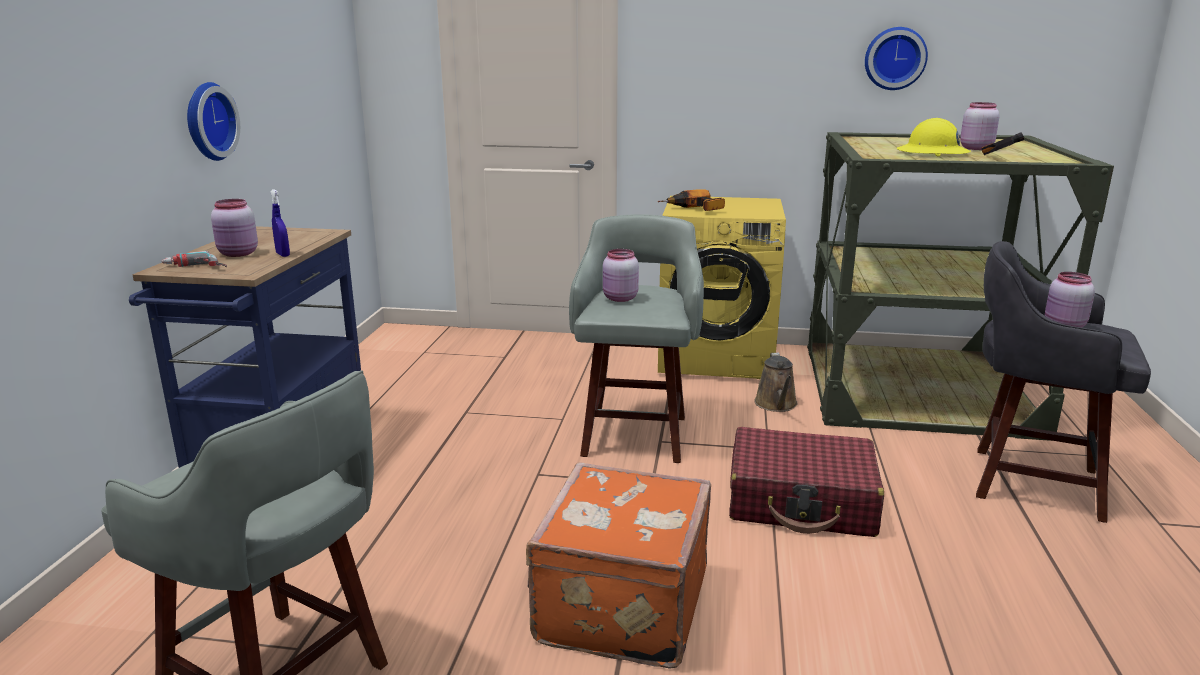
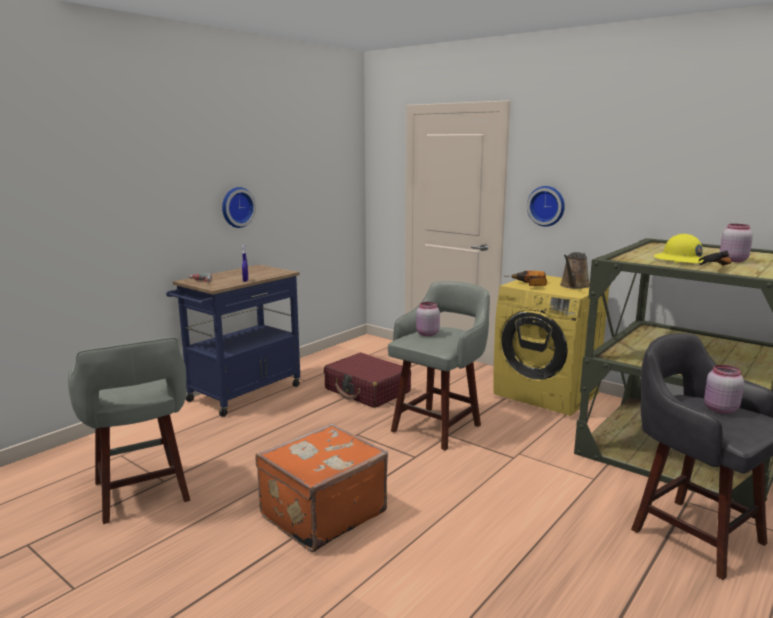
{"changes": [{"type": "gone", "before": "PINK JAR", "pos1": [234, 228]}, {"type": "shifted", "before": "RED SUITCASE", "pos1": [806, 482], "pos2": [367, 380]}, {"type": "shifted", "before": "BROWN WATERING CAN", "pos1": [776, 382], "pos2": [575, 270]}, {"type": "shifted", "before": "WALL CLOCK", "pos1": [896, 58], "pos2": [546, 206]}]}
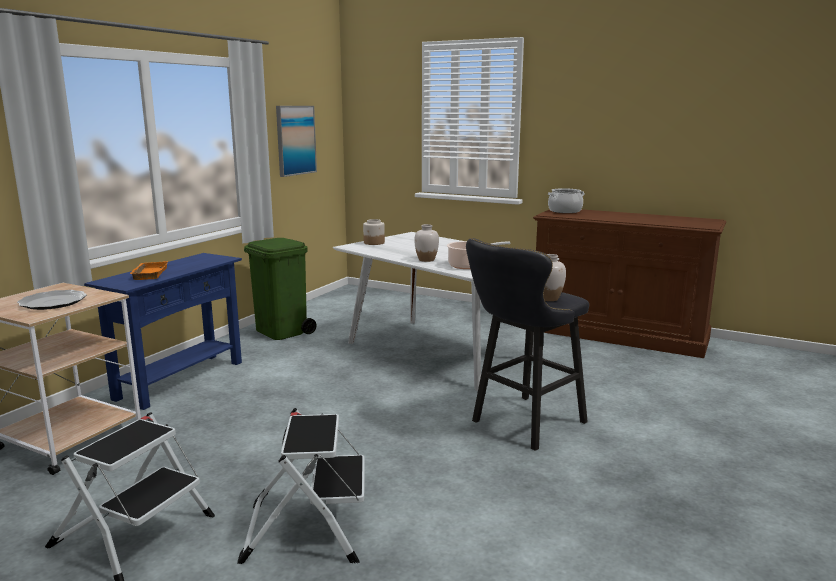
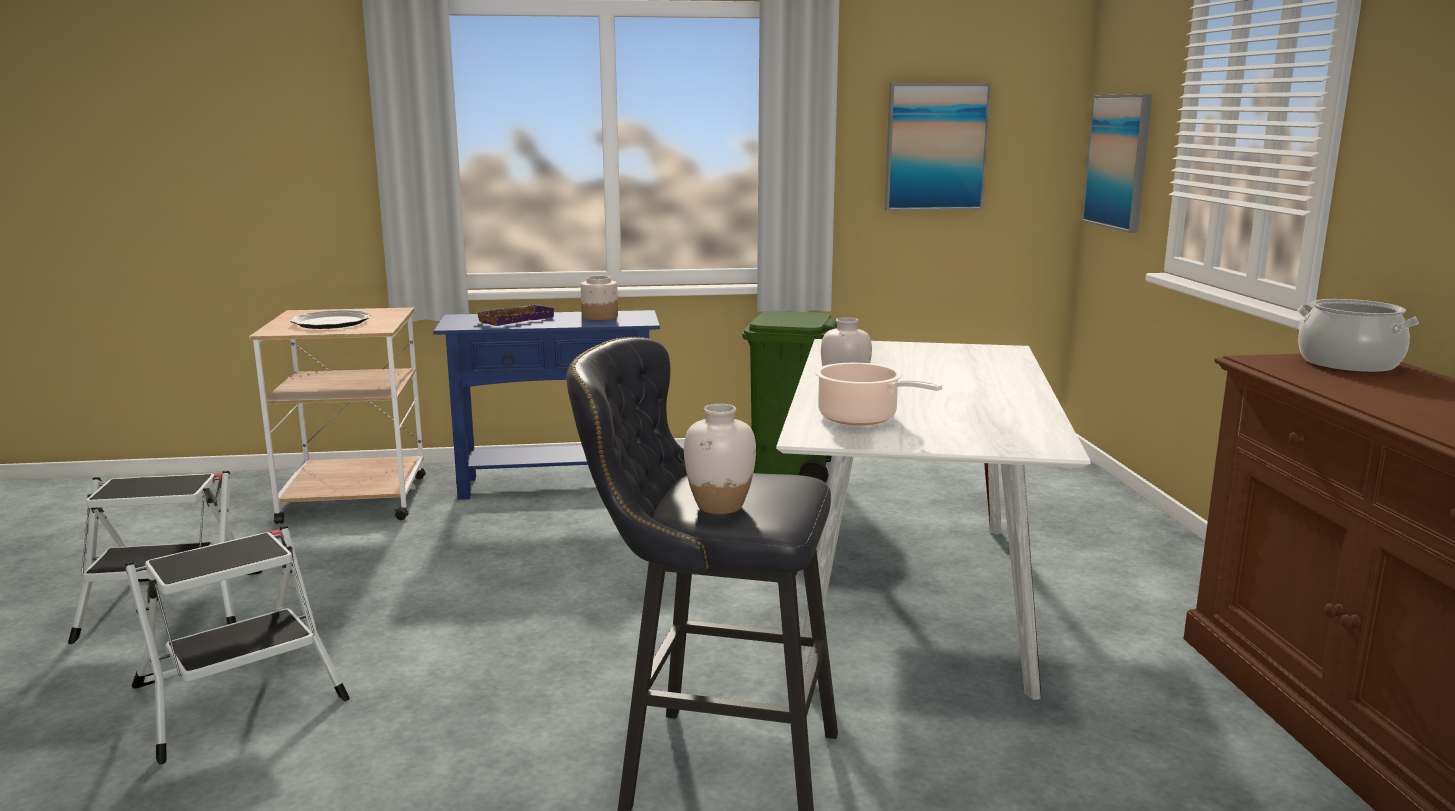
{"changes": [{"type": "new", "after": "PICTURE", "pos2": [1117, 163]}, {"type": "shifted", "before": "JAR", "pos1": [374, 232], "pos2": [599, 298]}, {"type": "repainted", "before": "ORANGE TRAY", "after": "PURPLE TRAY", "pos1": [149, 270], "pos2": [515, 315]}]}
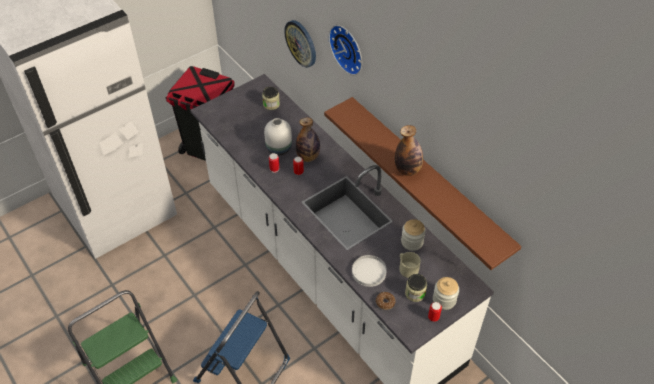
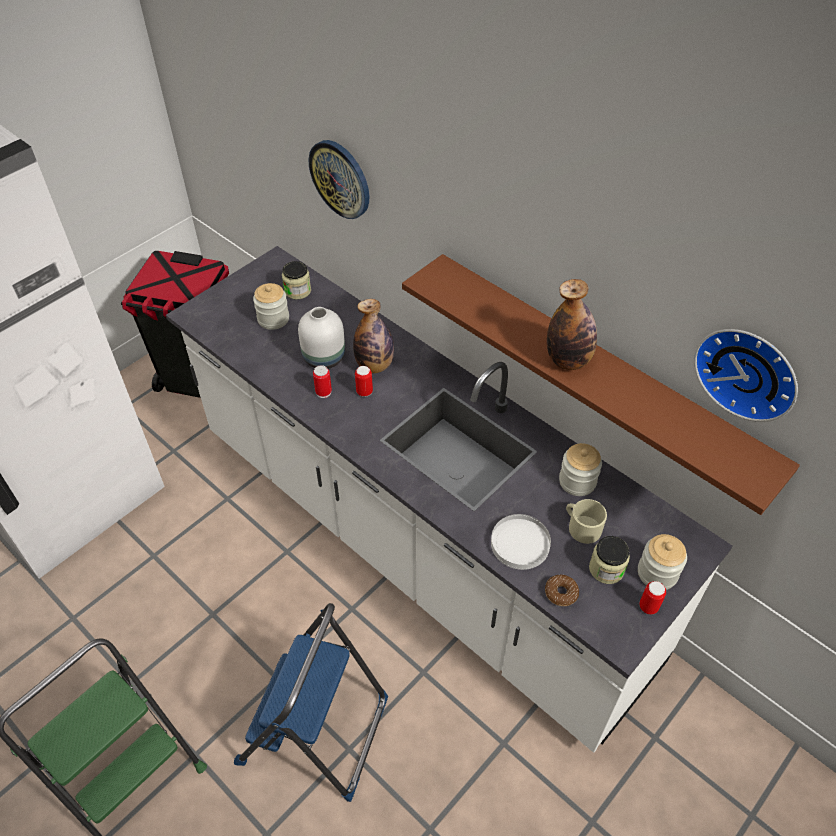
{"changes": [{"type": "new", "after": "JAR", "pos2": [271, 306]}, {"type": "shifted", "before": "WALL CLOCK", "pos1": [345, 50], "pos2": [746, 375]}]}
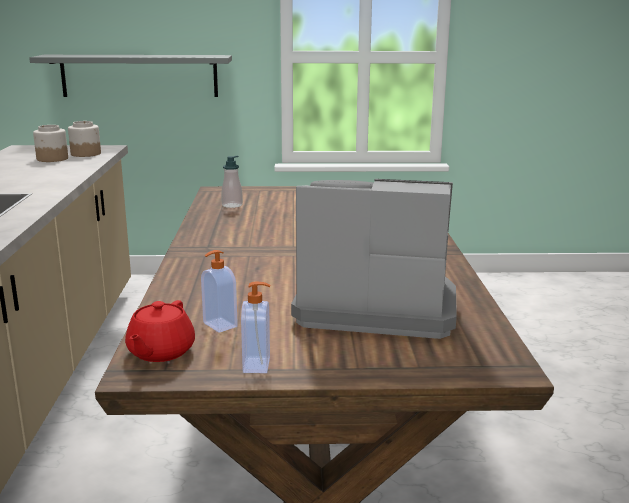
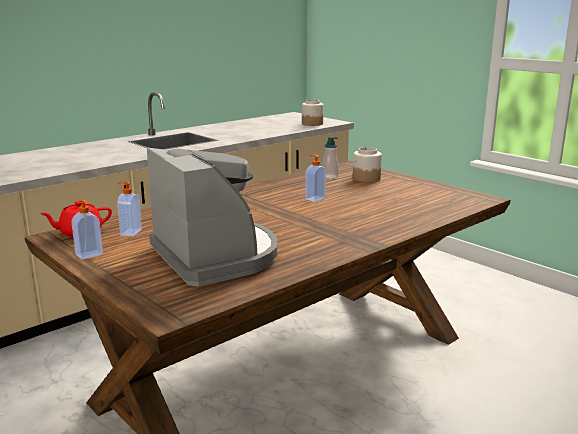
{"changes": [{"type": "gone", "before": "GREY SHELF", "pos1": [130, 76]}, {"type": "new", "after": "SOAP DISPENSER", "pos2": [315, 178]}, {"type": "shifted", "before": "JAR", "pos1": [50, 143], "pos2": [367, 164]}]}
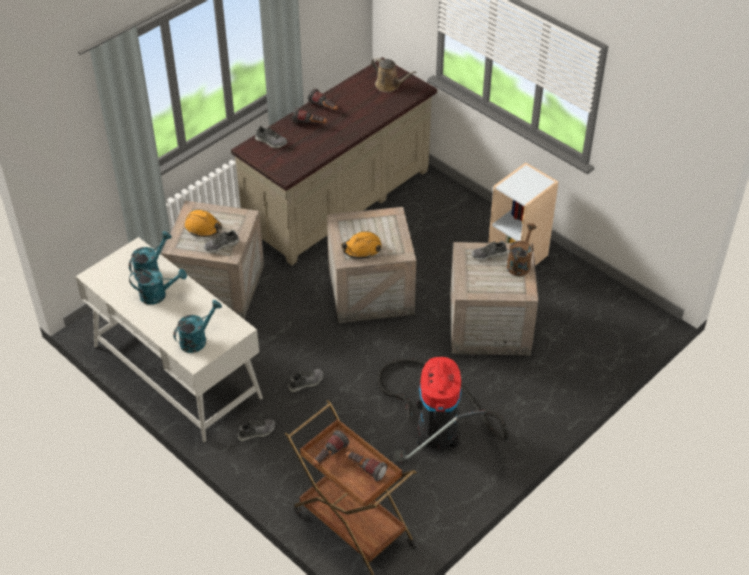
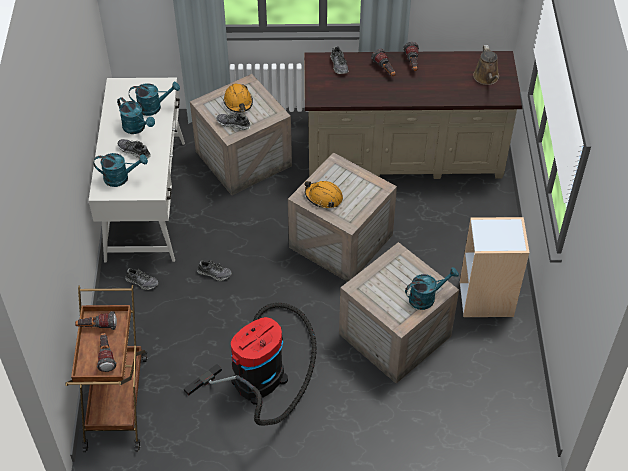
{"changes": [{"type": "shifted", "before": "SHOE", "pos1": [489, 251], "pos2": [134, 149]}, {"type": "repainted", "before": "BROWN WATERING CAN", "after": "TURQUOISE WATERING CAN", "pos1": [521, 249], "pos2": [432, 288]}]}
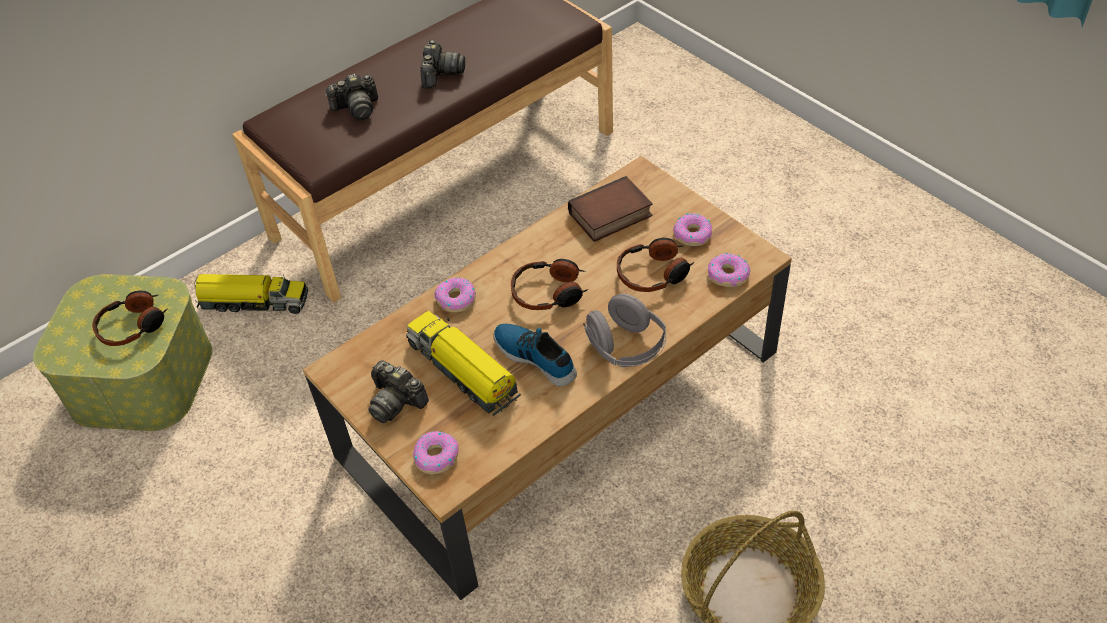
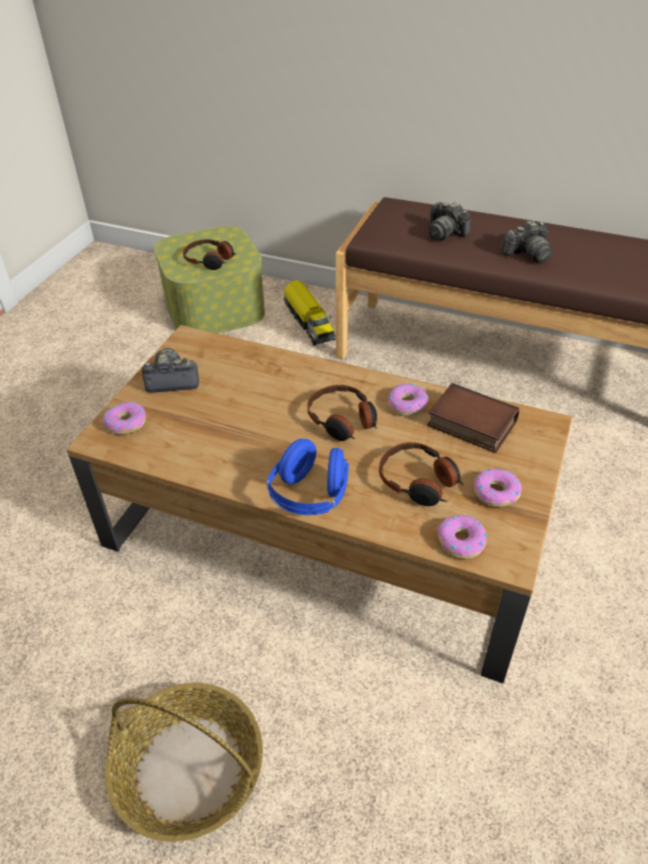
{"changes": [{"type": "gone", "before": "TOY TRUCK", "pos1": [463, 363]}, {"type": "gone", "before": "SHOE", "pos1": [535, 355]}, {"type": "shifted", "before": "DONUT", "pos1": [455, 295], "pos2": [408, 399]}, {"type": "repainted", "before": "GREY HEADPHONES", "after": "BLUE HEADPHONES", "pos1": [624, 330], "pos2": [307, 477]}, {"type": "rotated", "before": "PHOTO CAMERA", "pos1": [398, 391], "pos2": [170, 370], "turn": 75}]}
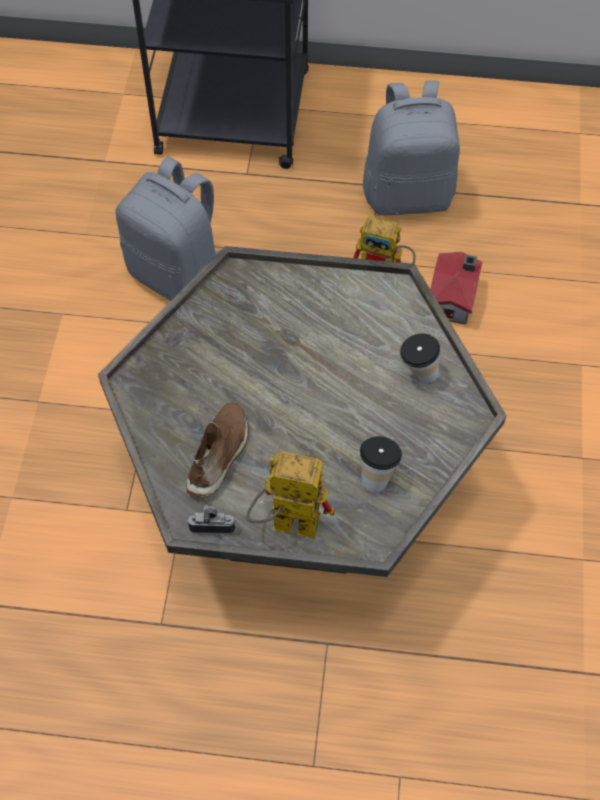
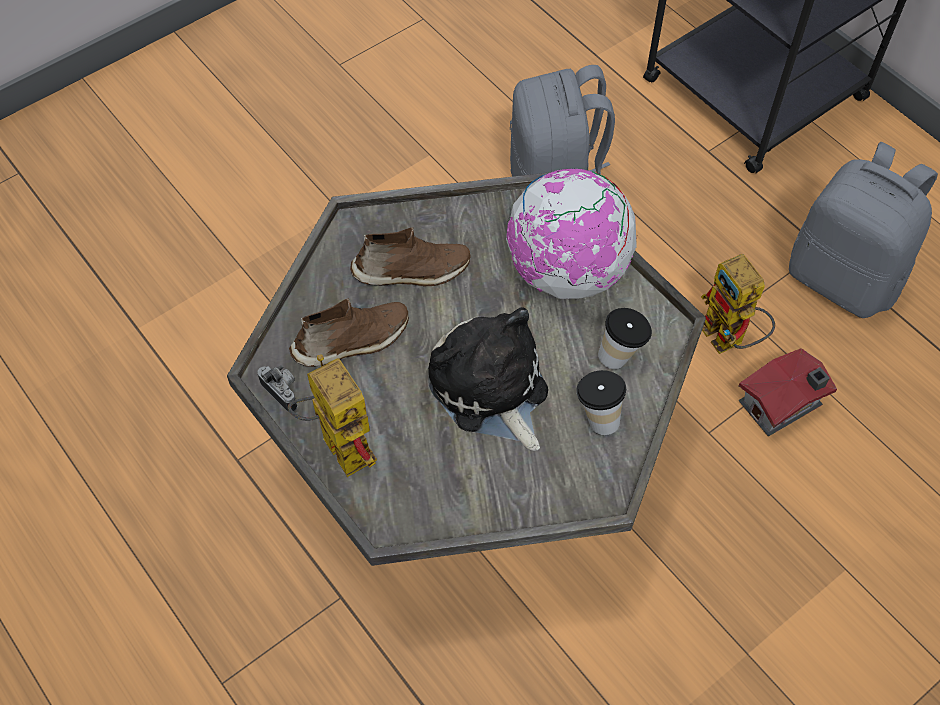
{"changes": [{"type": "new", "after": "BROWN SHOE", "pos2": [410, 257]}, {"type": "new", "after": "PLUSH TOY", "pos2": [488, 379]}, {"type": "new", "after": "GLOBE", "pos2": [571, 234]}, {"type": "shifted", "before": "CUP", "pos1": [381, 464], "pos2": [625, 338]}]}
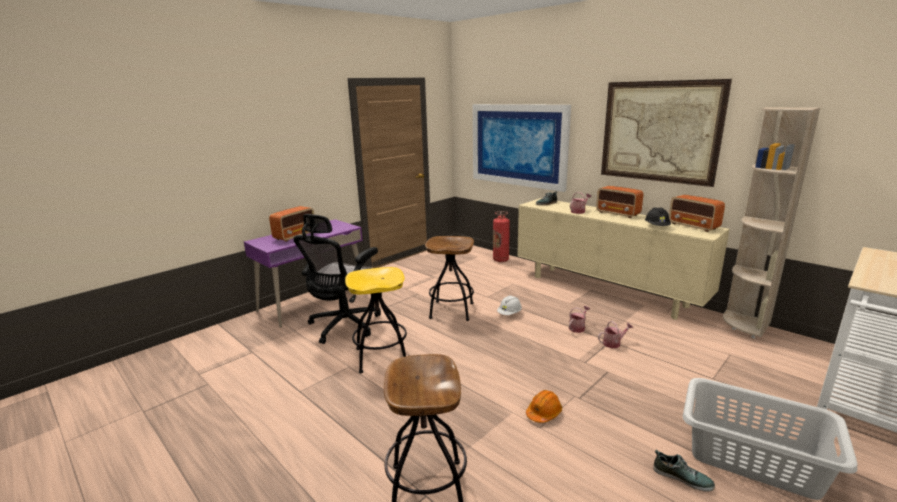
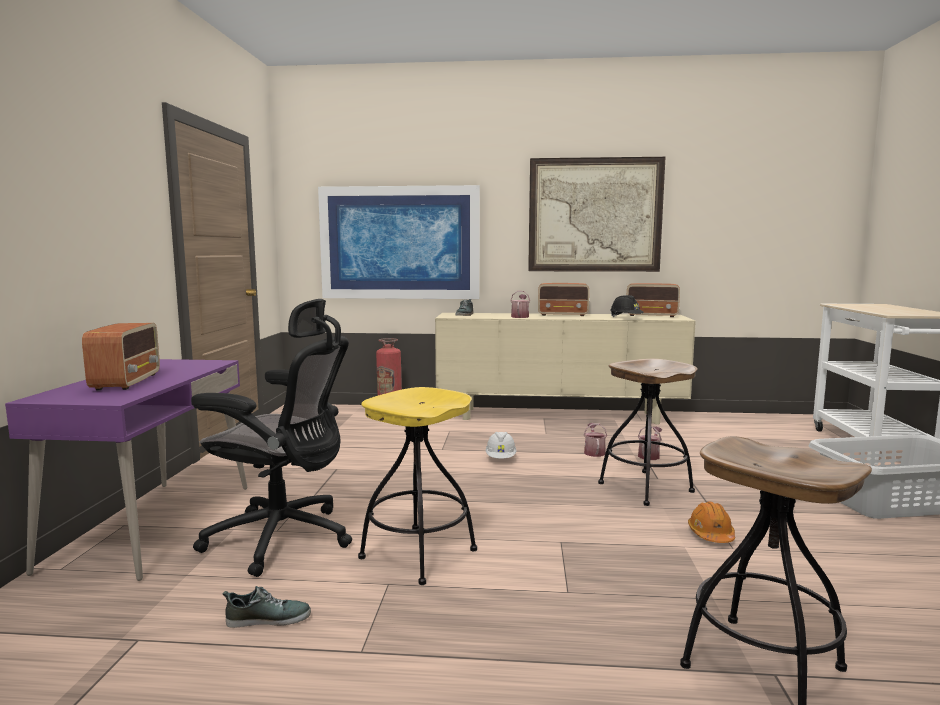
{"changes": [{"type": "gone", "before": "BEIGE BOOKCASE", "pos1": [771, 222]}, {"type": "shifted", "before": "BROWN STOOL", "pos1": [449, 278], "pos2": [648, 432]}, {"type": "shifted", "before": "SHOE", "pos1": [684, 471], "pos2": [267, 607]}, {"type": "rotated", "before": "OFFICE CHAIR", "pos1": [337, 279], "pos2": [271, 438], "turn": -60}]}
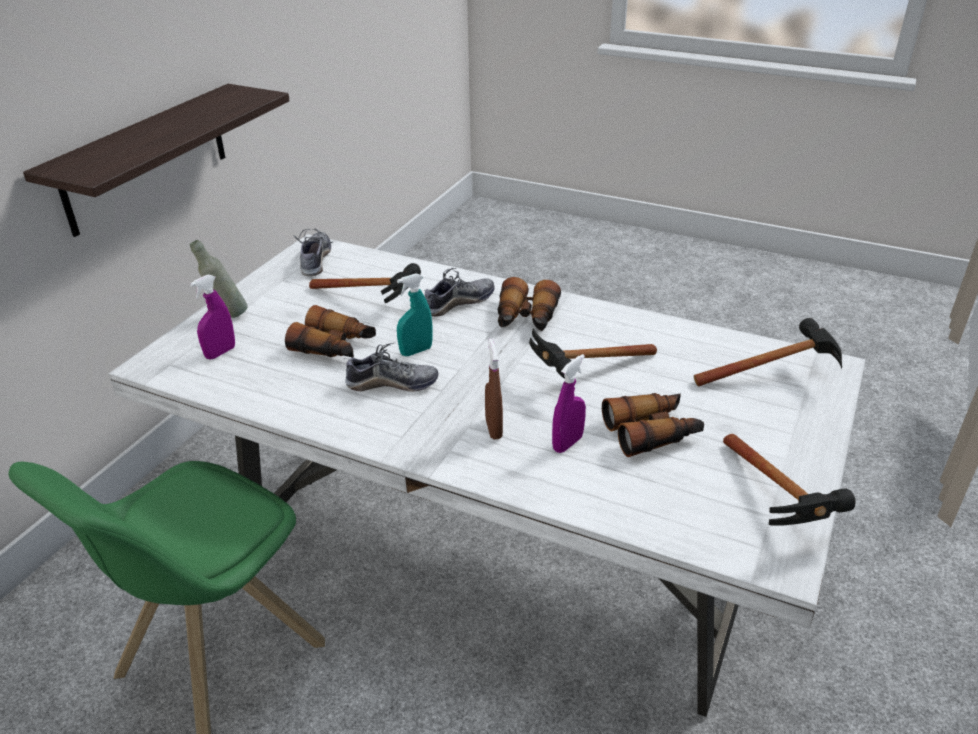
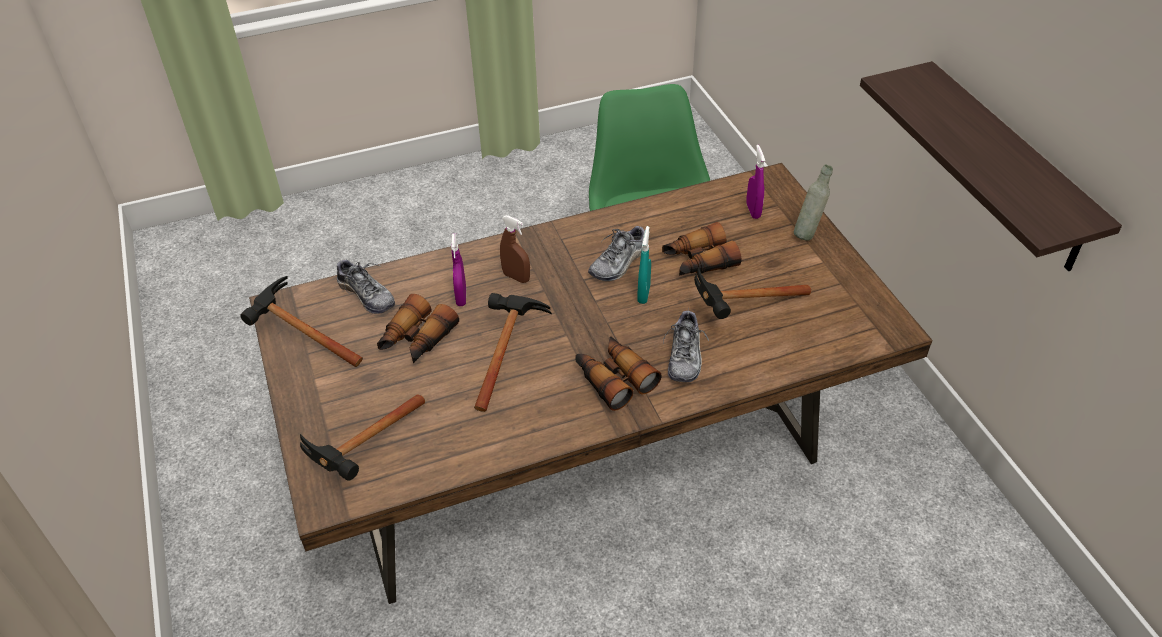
{"changes": [{"type": "shifted", "before": "SHOE", "pos1": [312, 252], "pos2": [366, 287]}, {"type": "repainted", "before": "WHITE DINING TABLE", "after": "BROWN DINING TABLE", "pos1": [486, 475], "pos2": [591, 383]}]}
